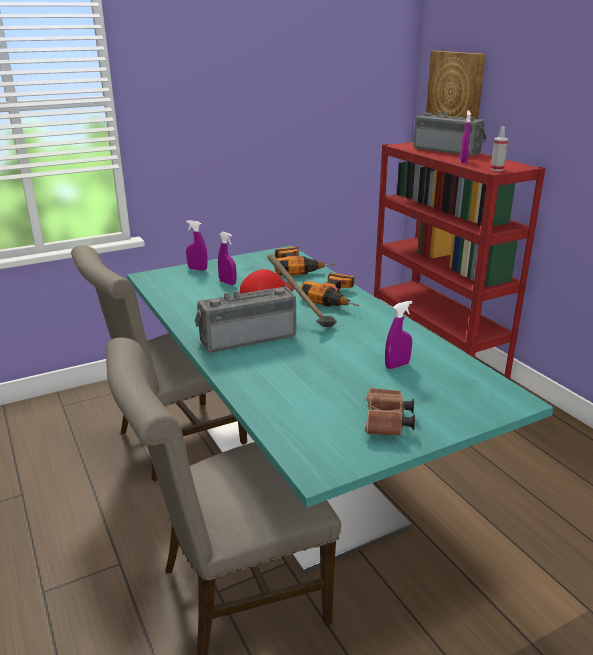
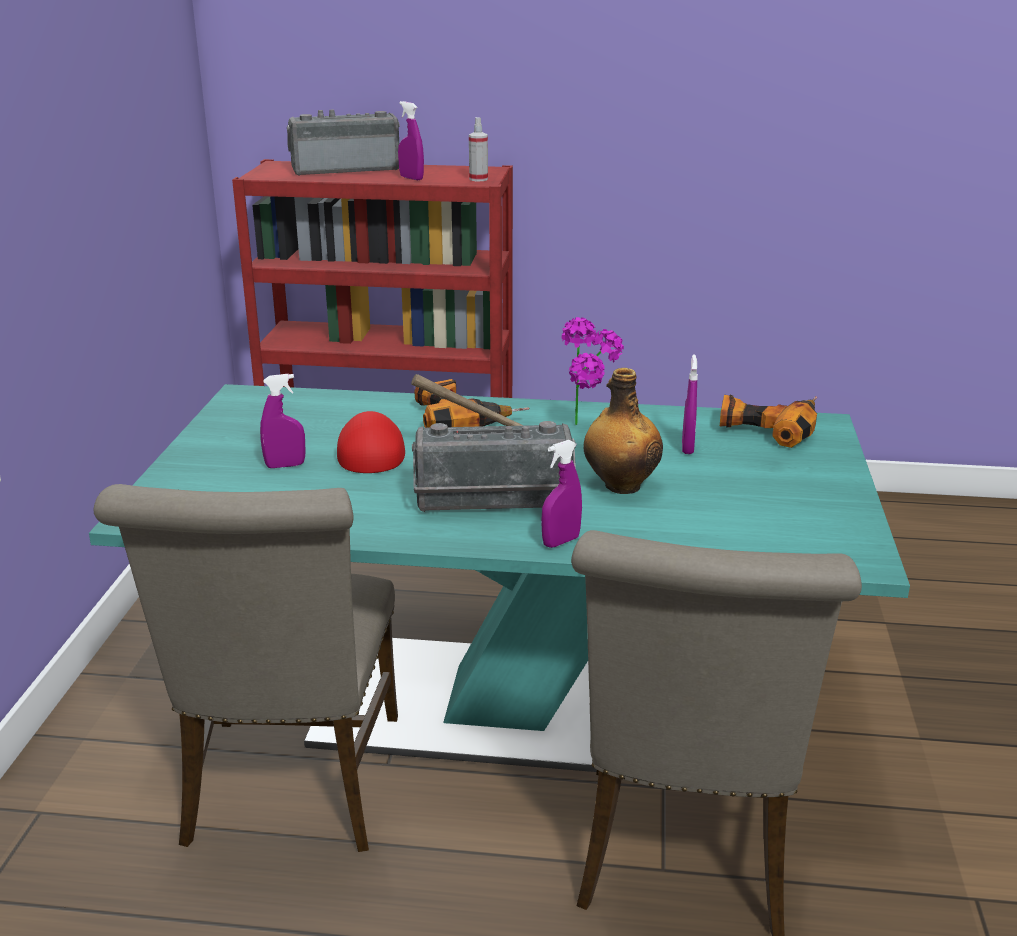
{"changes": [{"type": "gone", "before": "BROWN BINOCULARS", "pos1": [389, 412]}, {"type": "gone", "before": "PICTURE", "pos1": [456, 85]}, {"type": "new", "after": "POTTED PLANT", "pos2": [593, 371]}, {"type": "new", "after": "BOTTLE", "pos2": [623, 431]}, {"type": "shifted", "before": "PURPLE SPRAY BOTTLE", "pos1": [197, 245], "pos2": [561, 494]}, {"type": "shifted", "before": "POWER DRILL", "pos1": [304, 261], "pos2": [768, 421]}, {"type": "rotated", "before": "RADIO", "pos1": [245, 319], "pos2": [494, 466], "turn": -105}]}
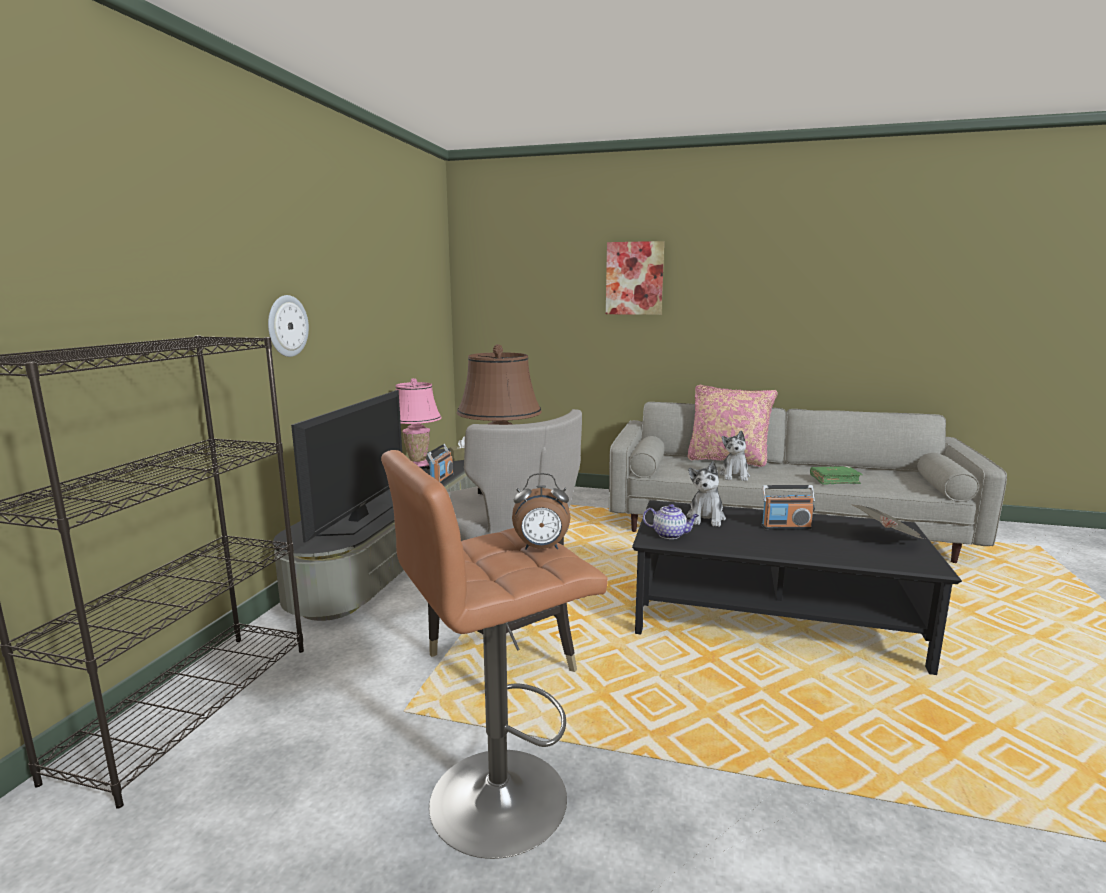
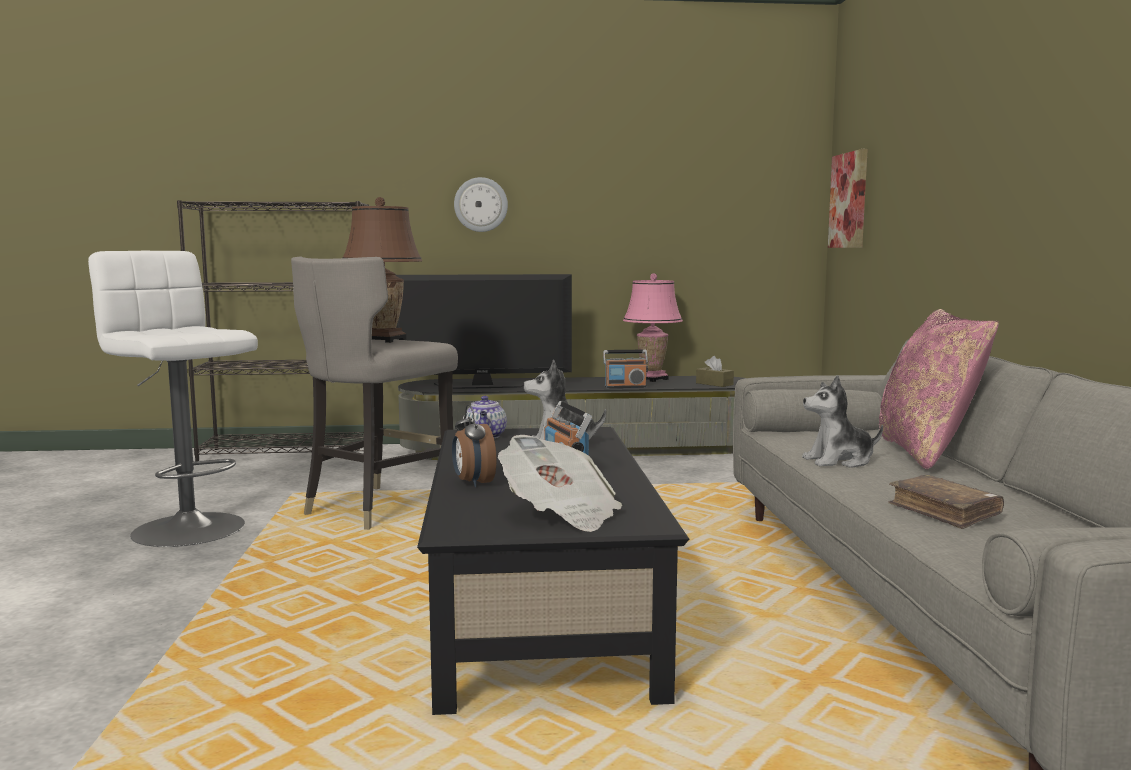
{"changes": [{"type": "shifted", "before": "ALARM CLOCK", "pos1": [541, 511], "pos2": [474, 446]}, {"type": "shifted", "before": "PICTURE", "pos1": [635, 278], "pos2": [848, 198]}, {"type": "repainted", "before": "BROWN STOOL", "after": "WHITE STOOL", "pos1": [494, 654], "pos2": [173, 399]}, {"type": "repainted", "before": "GREEN BOOK", "after": "BROWN BOOK", "pos1": [836, 475], "pos2": [946, 502]}]}
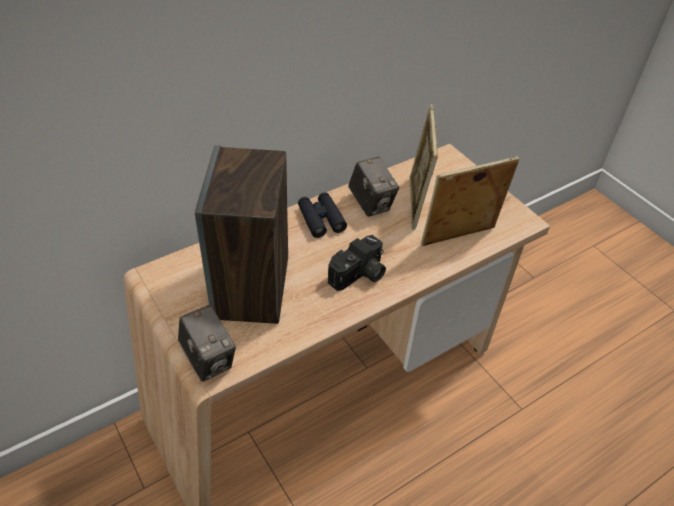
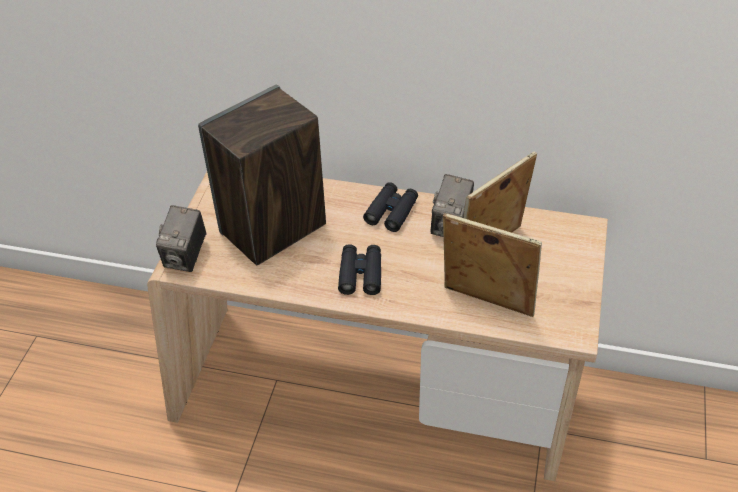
{"changes": [{"type": "swapped", "before": "PHOTO CAMERA", "after": "BLACK BINOCULARS", "pos1": [357, 263], "pos2": [359, 269]}]}
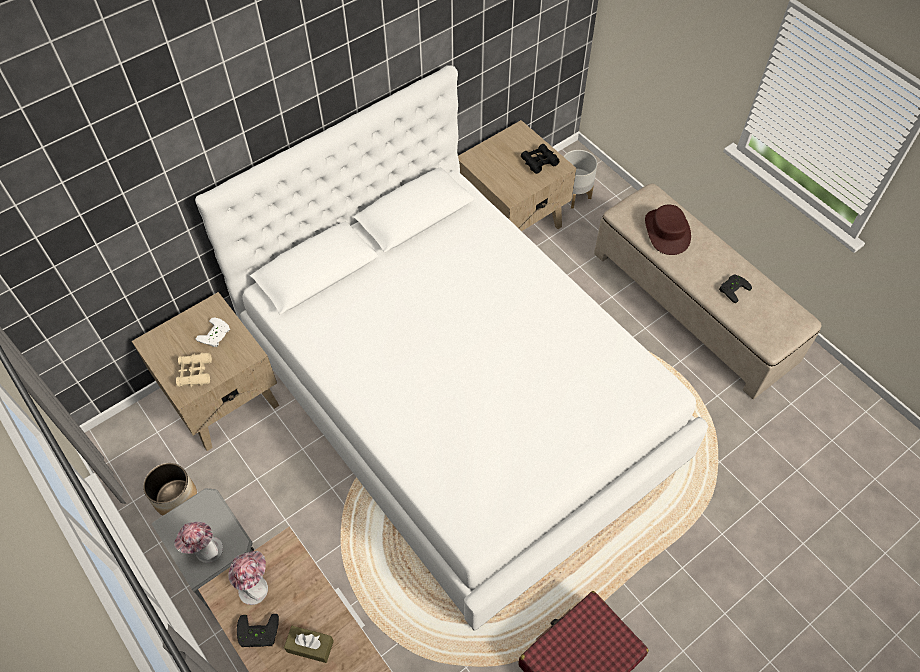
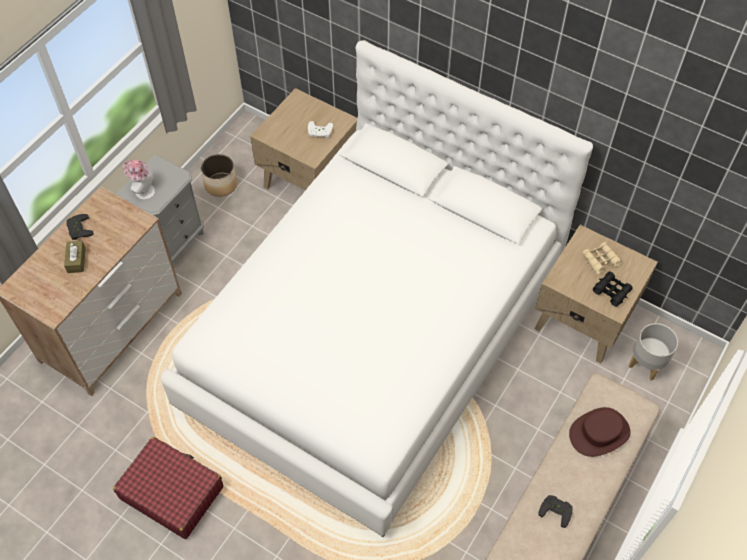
{"changes": [{"type": "gone", "before": "HAT", "pos1": [248, 578]}, {"type": "shifted", "before": "BEIGE BINOCULARS", "pos1": [194, 370], "pos2": [601, 258]}]}
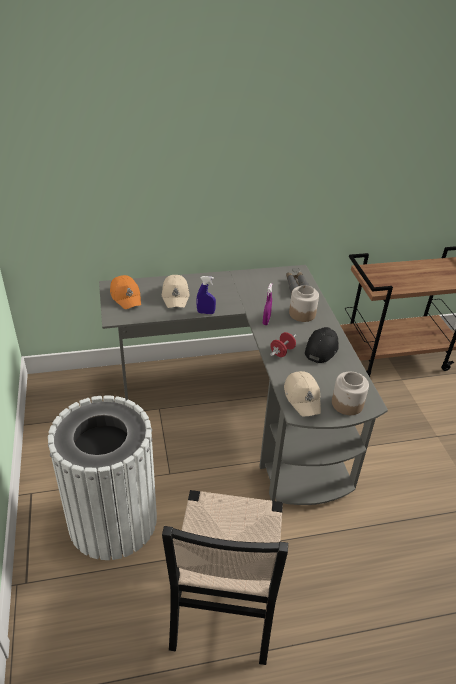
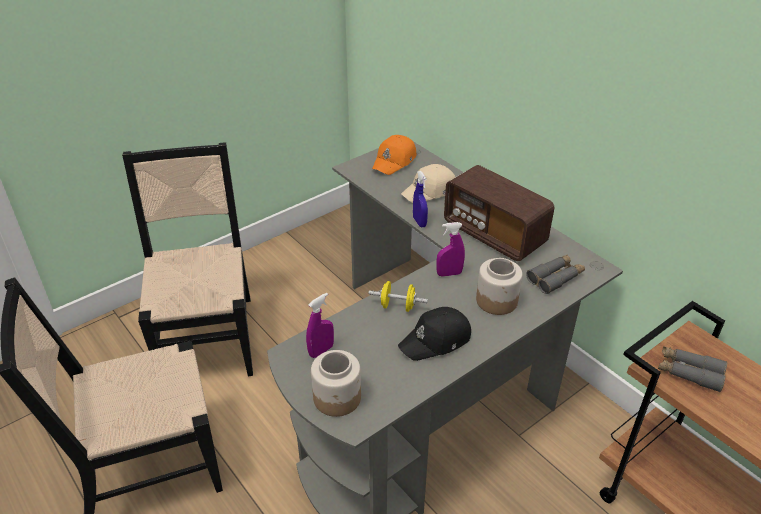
{"changes": [{"type": "new", "after": "RADIO", "pos2": [499, 213]}, {"type": "new", "after": "GREY BINOCULARS", "pos2": [692, 369]}, {"type": "swapped", "before": "WHITE TRASH CAN", "after": "CHAIR", "pos1": [102, 477], "pos2": [187, 259]}, {"type": "swapped", "before": "BEIGE CAP", "after": "PURPLE SPRAY BOTTLE", "pos1": [302, 394], "pos2": [320, 325]}, {"type": "repainted", "before": "RED DUMBBELL", "after": "YELLOW DUMBBELL", "pos1": [283, 344], "pos2": [398, 296]}, {"type": "rotated", "before": "BLACK CAP", "pos1": [322, 345], "pos2": [434, 334], "turn": 150}]}
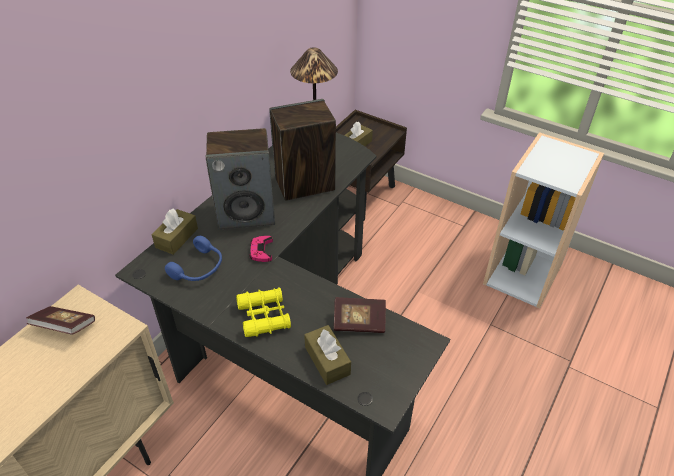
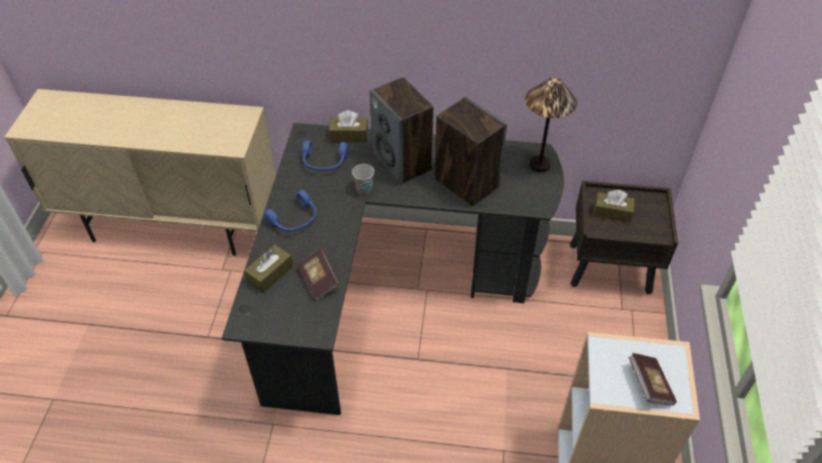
{"changes": [{"type": "shifted", "before": "BOOK", "pos1": [60, 320], "pos2": [653, 379]}, {"type": "swapped", "before": "YELLOW BINOCULARS", "after": "BLUE HEADPHONES", "pos1": [263, 312], "pos2": [290, 211]}, {"type": "swapped", "before": "PINK GAME CONTROLLER", "after": "CUP", "pos1": [261, 249], "pos2": [363, 179]}]}
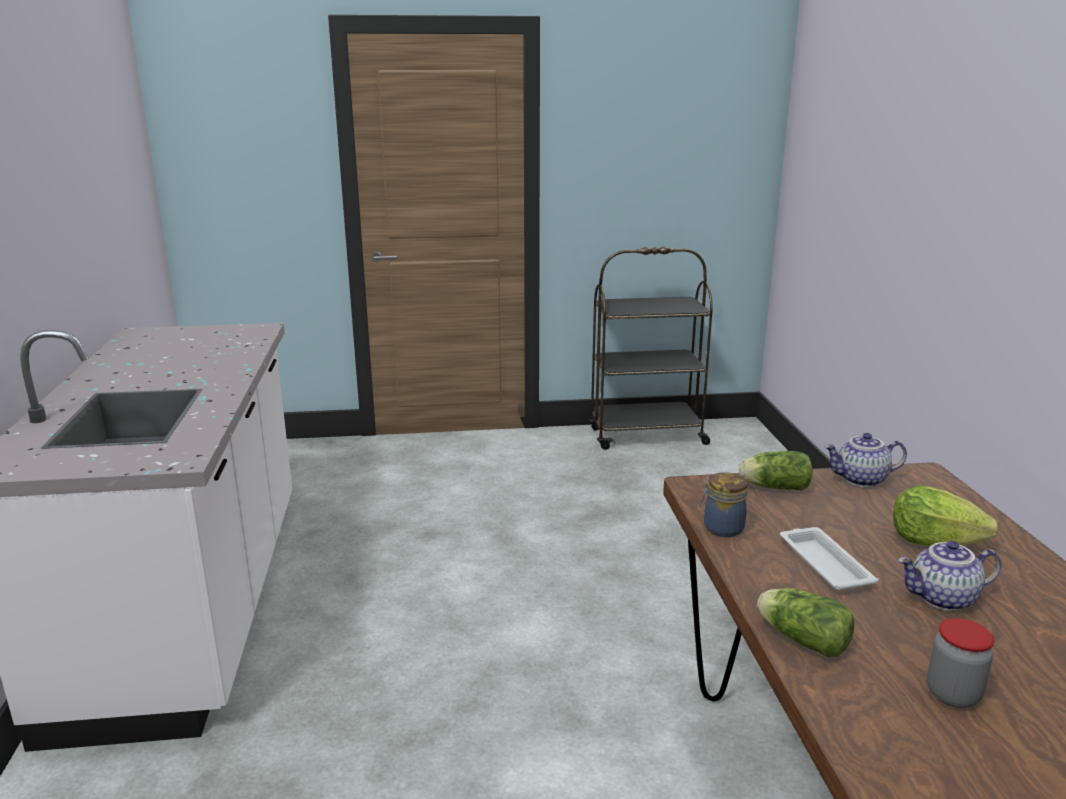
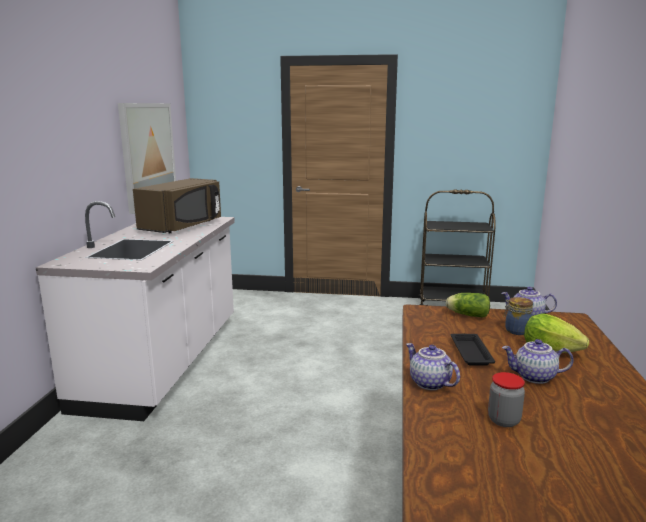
{"changes": [{"type": "new", "after": "PICTURE", "pos2": [147, 158]}, {"type": "new", "after": "BROWN MICROWAVE", "pos2": [177, 205]}, {"type": "shifted", "before": "JAR", "pos1": [724, 504], "pos2": [518, 316]}, {"type": "swapped", "before": "LETTUCE", "after": "TEAPOT", "pos1": [805, 622], "pos2": [433, 366]}, {"type": "repainted", "before": "WHITE TRAY", "after": "BLACK TRAY", "pos1": [829, 558], "pos2": [473, 350]}]}
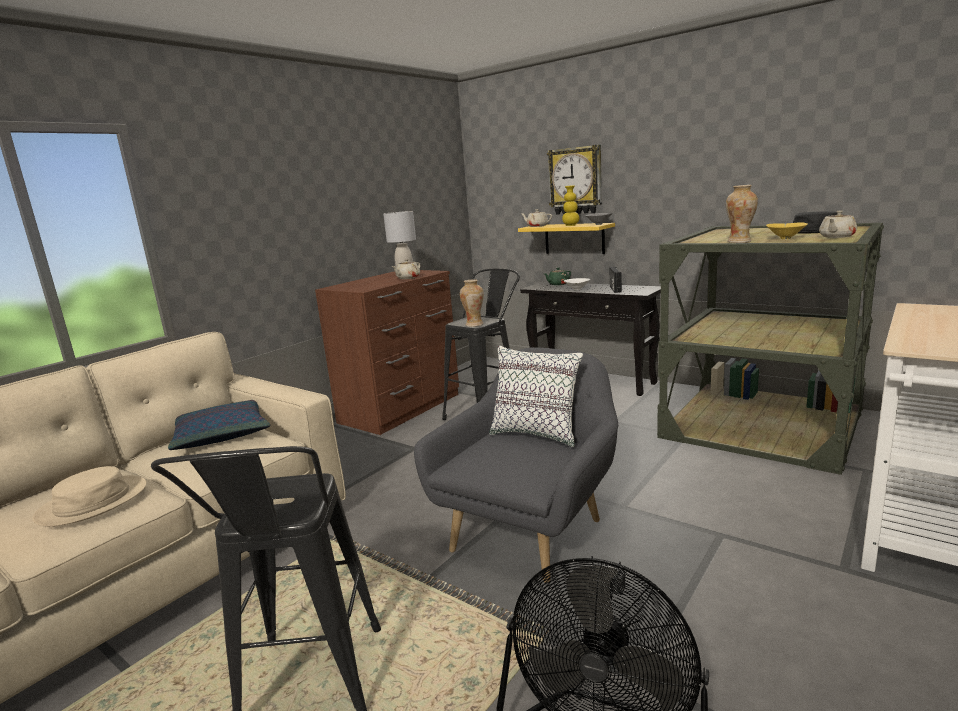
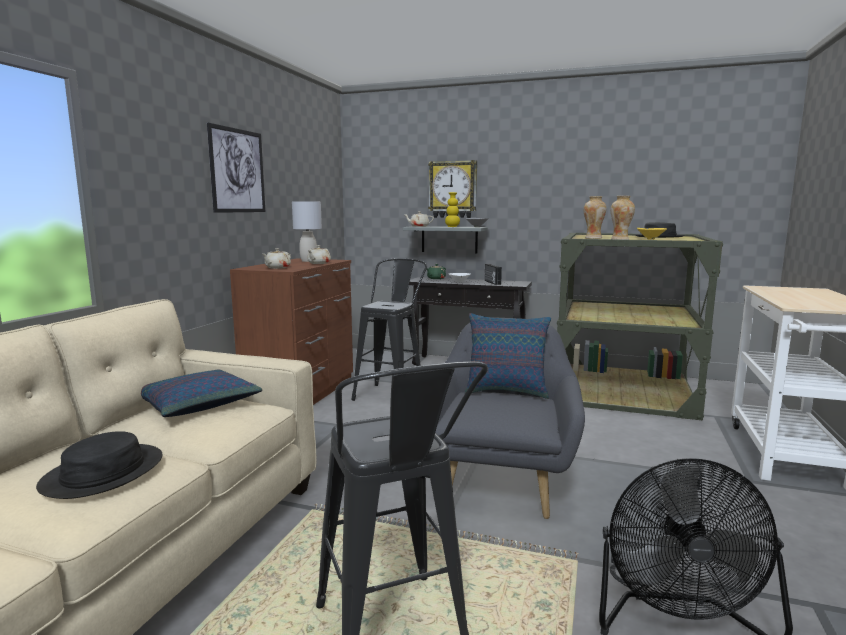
{"changes": [{"type": "new", "after": "PICTURE", "pos2": [236, 168]}, {"type": "shifted", "before": "VASE", "pos1": [472, 303], "pos2": [595, 217]}, {"type": "shifted", "before": "BEIGE TEAPOT", "pos1": [838, 224], "pos2": [277, 258]}, {"type": "repainted", "before": "BEIGE HAT", "after": "BLACK HAT", "pos1": [89, 496], "pos2": [99, 465]}, {"type": "repainted", "before": "WHITE PILLOW", "after": "BLUE PILLOW", "pos1": [536, 396], "pos2": [508, 356]}, {"type": "repainted", "before": "YELLOW SHELF", "after": "GREY SHELF", "pos1": [566, 238], "pos2": [445, 240]}]}
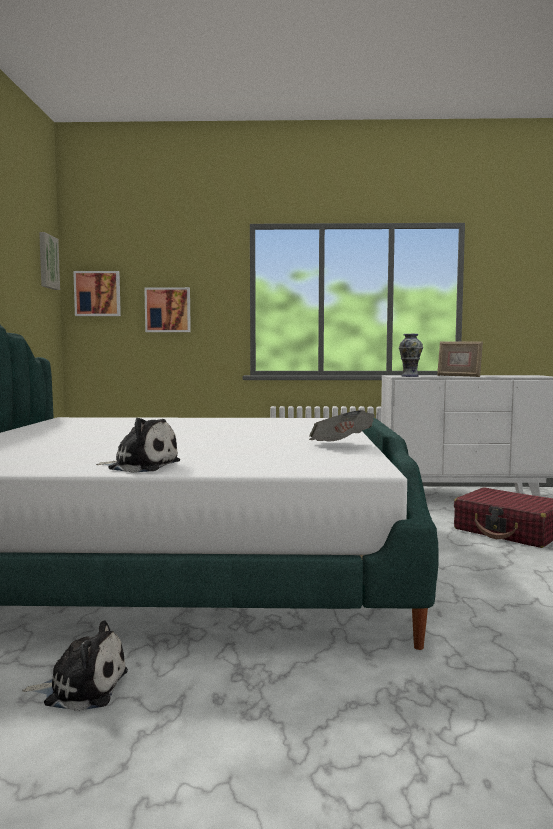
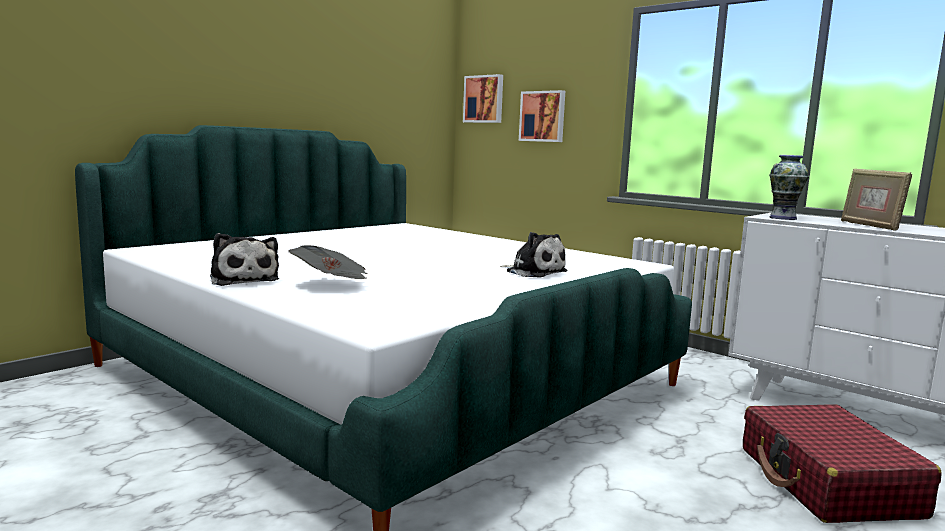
{"changes": [{"type": "gone", "before": "PICTURE", "pos1": [49, 261]}, {"type": "shifted", "before": "PLUSH TOY", "pos1": [75, 665], "pos2": [533, 255]}, {"type": "shifted", "before": "NEWSPAPER", "pos1": [342, 425], "pos2": [328, 262]}]}
